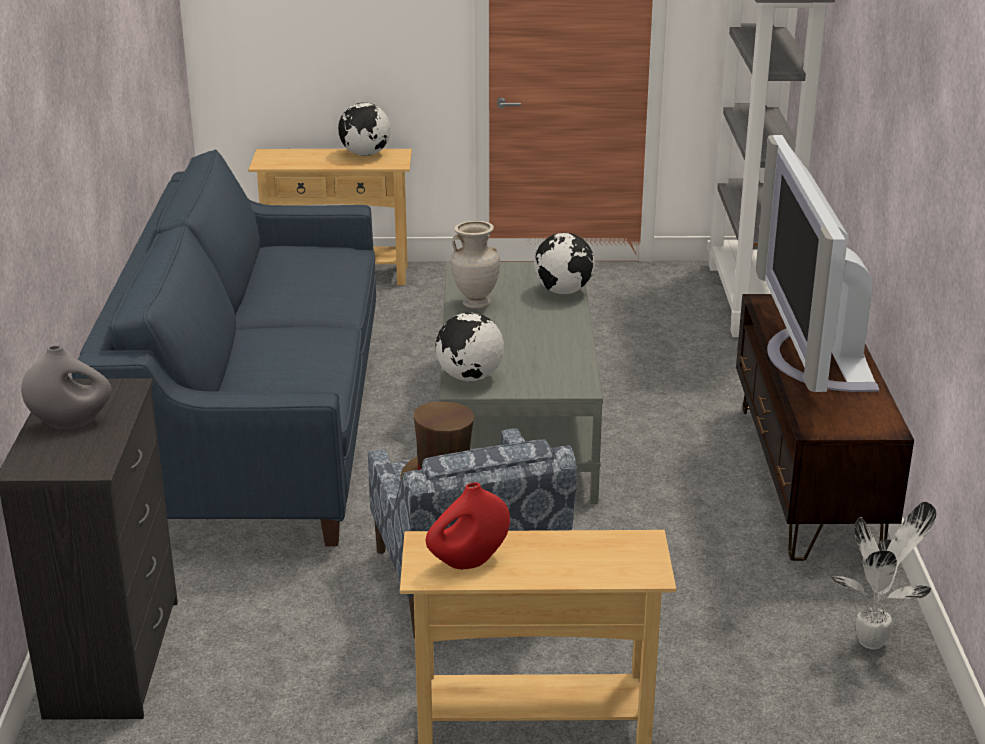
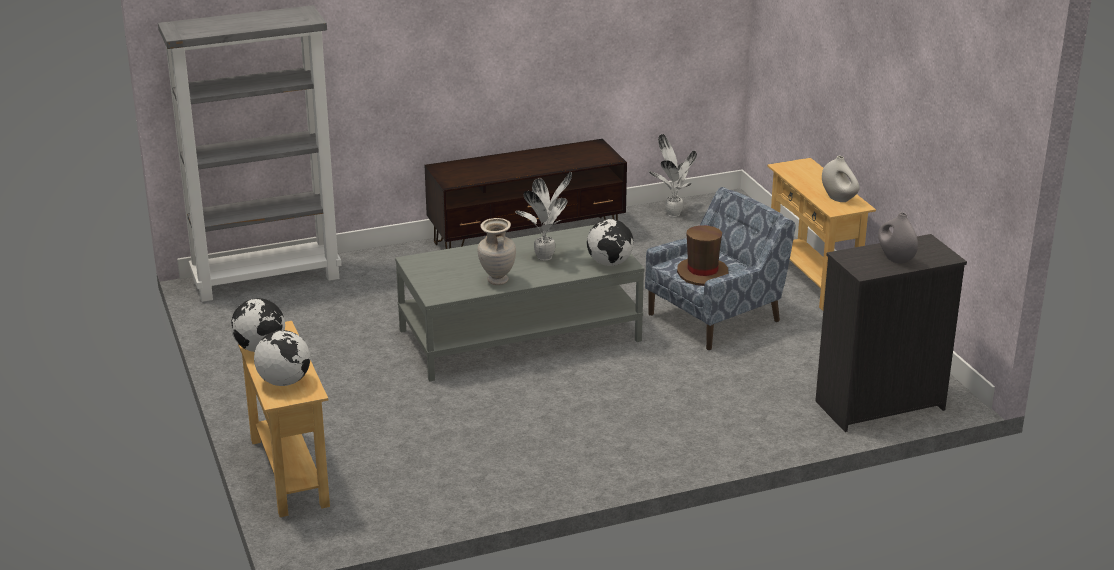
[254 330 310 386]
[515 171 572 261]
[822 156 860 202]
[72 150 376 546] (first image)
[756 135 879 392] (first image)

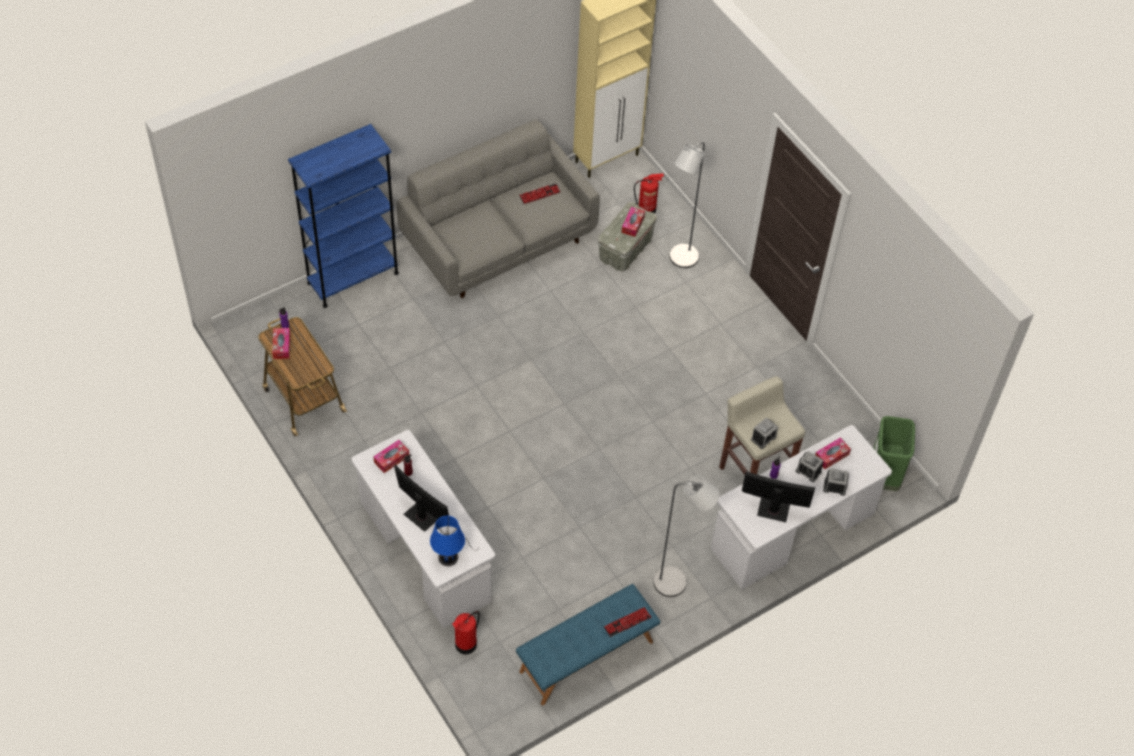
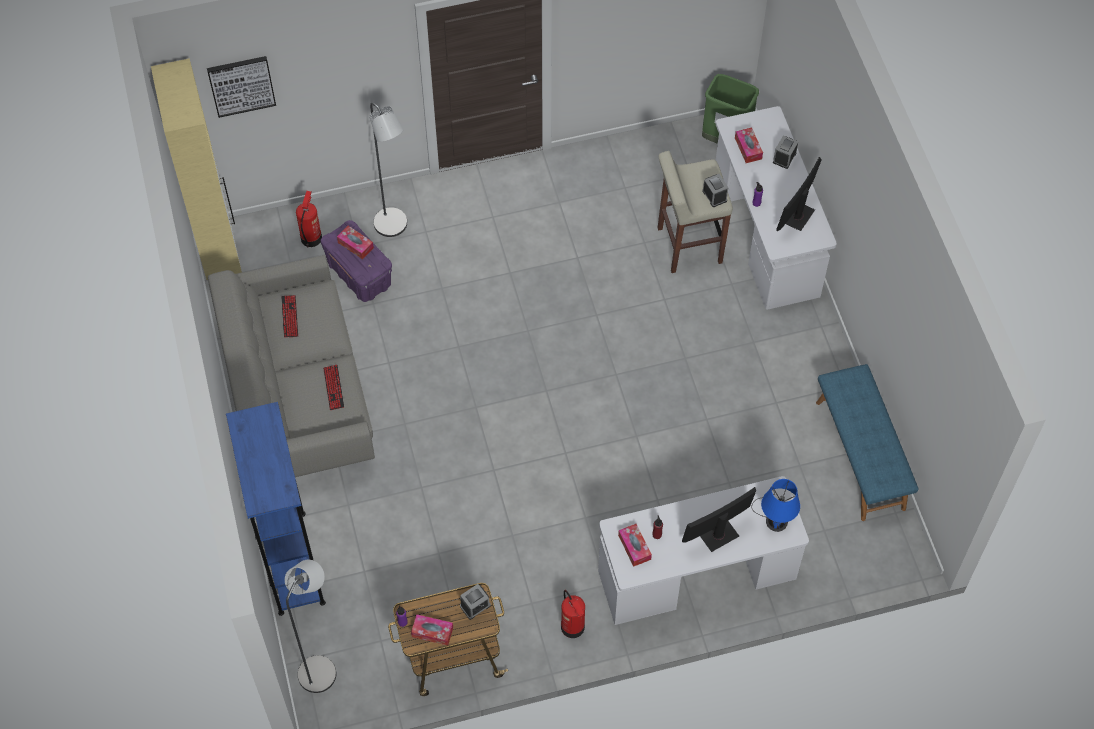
[207 56 276 118]
[285 560 336 693]
[321 220 392 302]
[323 365 344 410]
[460 584 491 620]
[561 590 585 638]

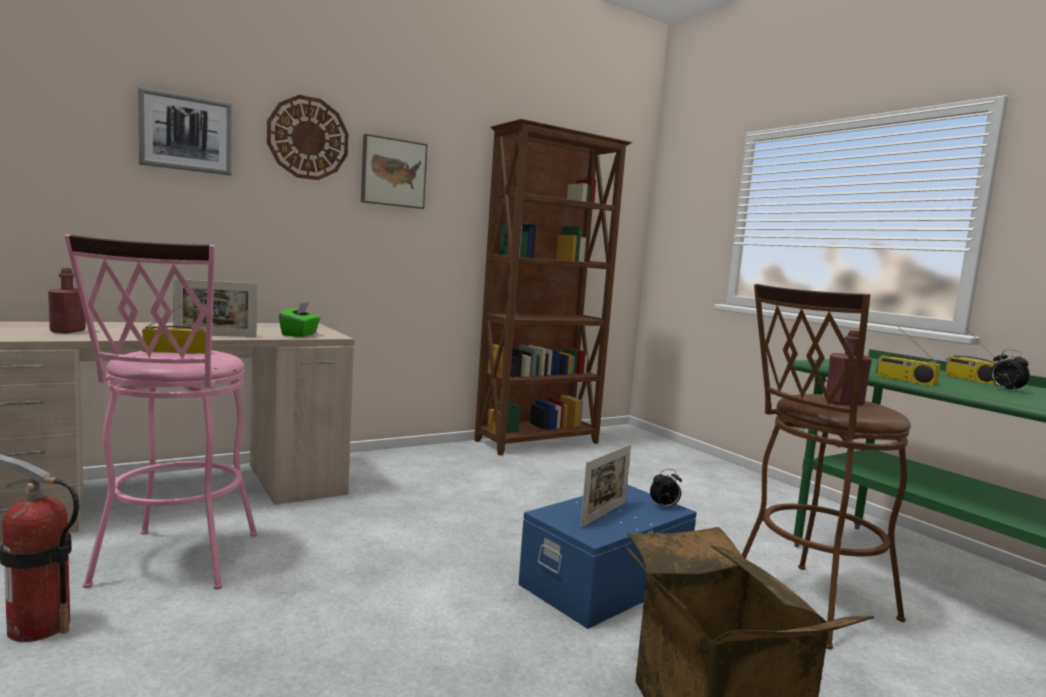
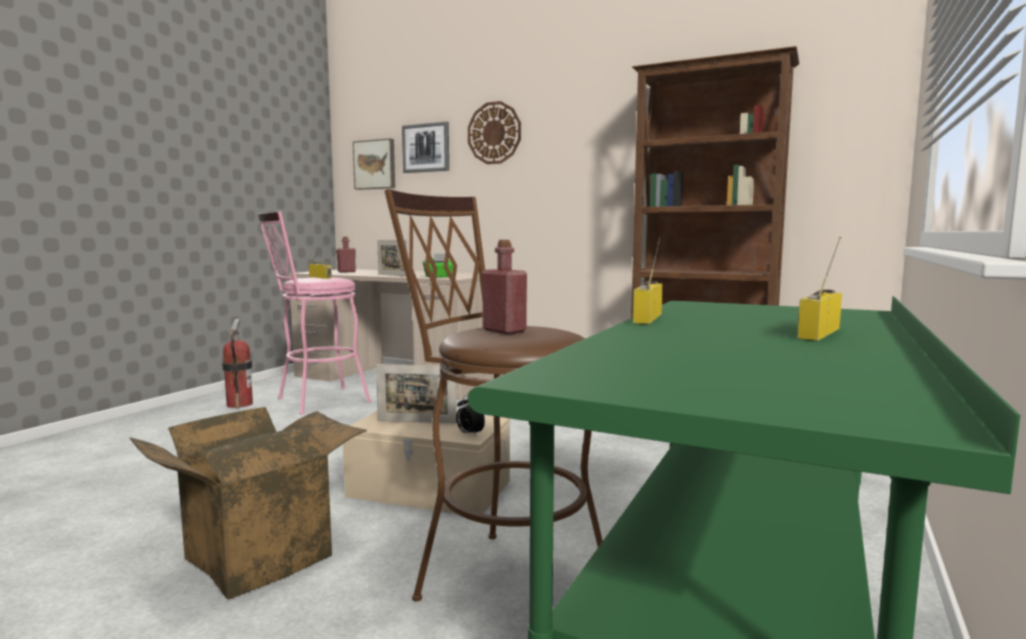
[343 411 510 514]
[353 138 395 190]
[991 349 1030 392] (first image)

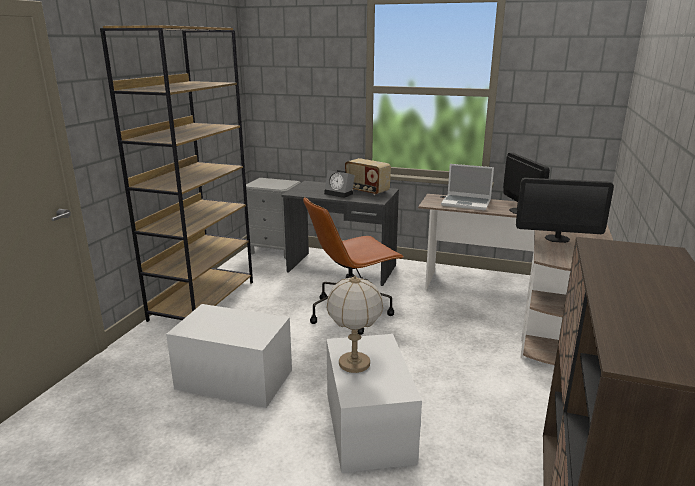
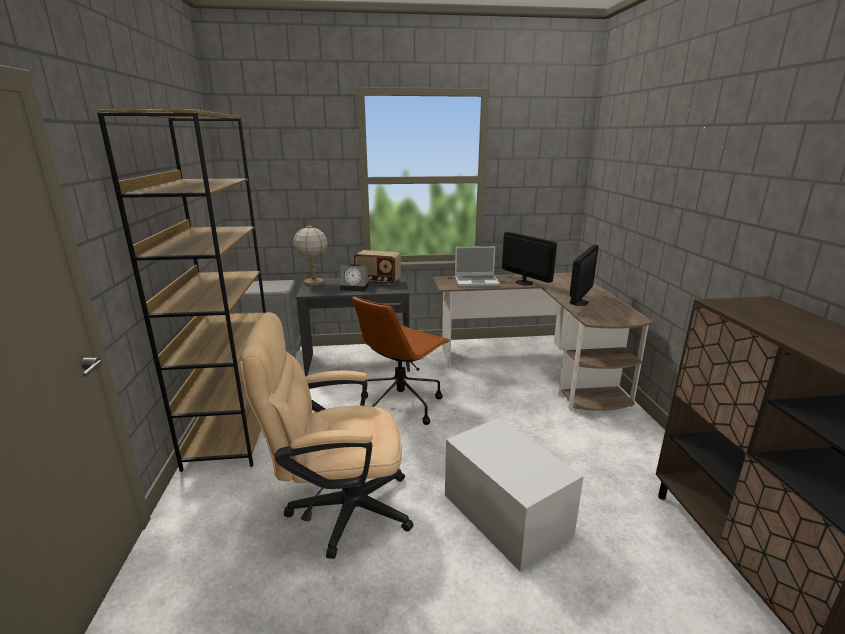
[240 312 414 559]
[294 224 328 286]
[569 245 599 306]

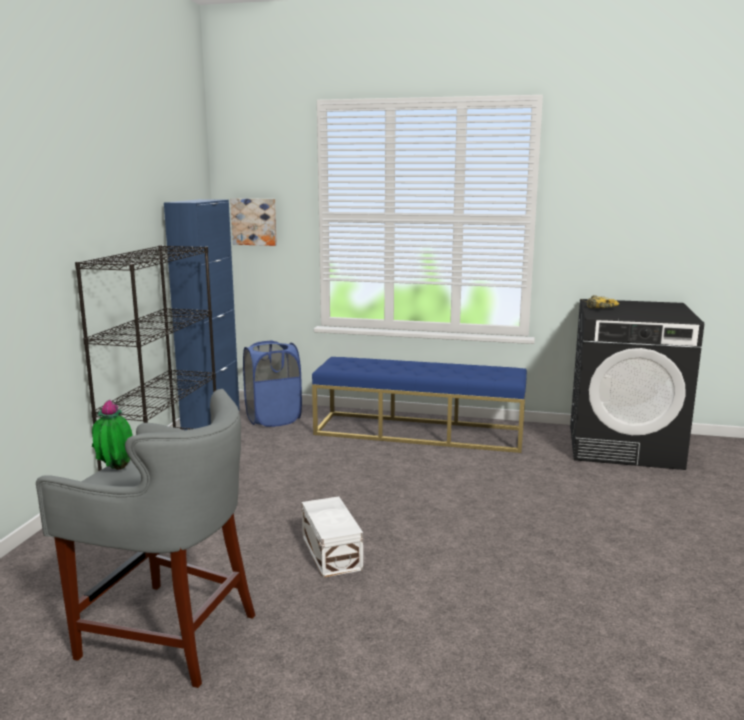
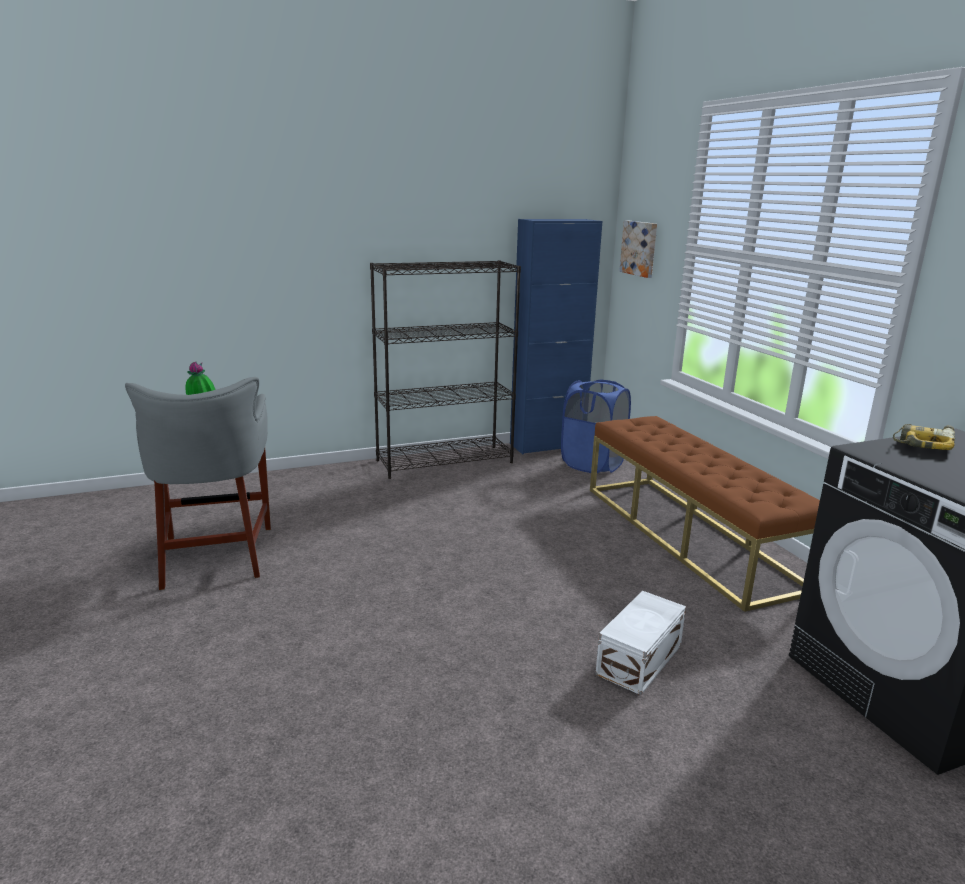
[590 416 820 612]
[595 591 686 695]

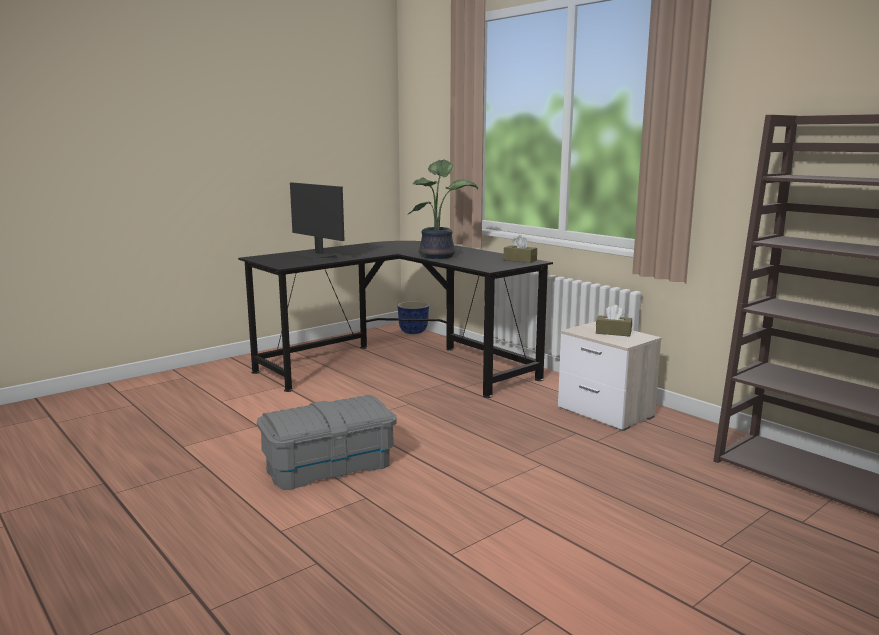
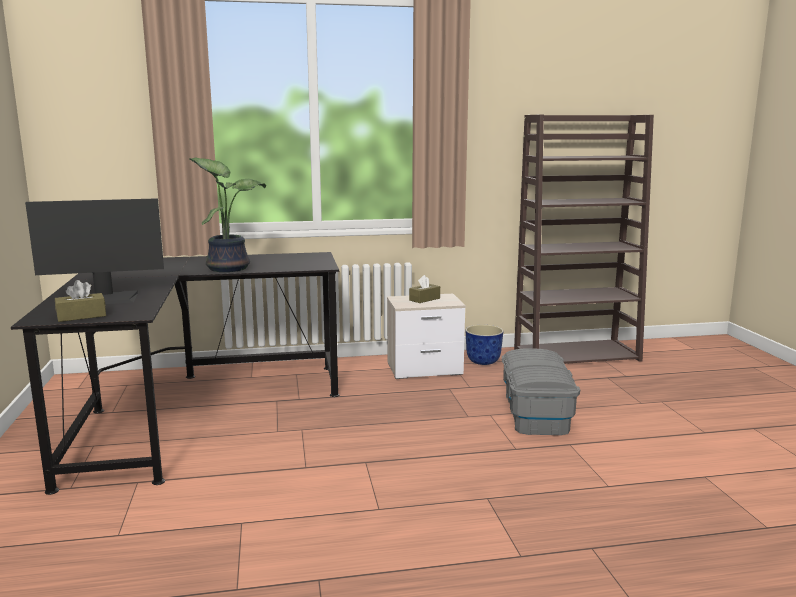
[55 280 106 322]
[465 325 504 365]
[502 348 580 435]

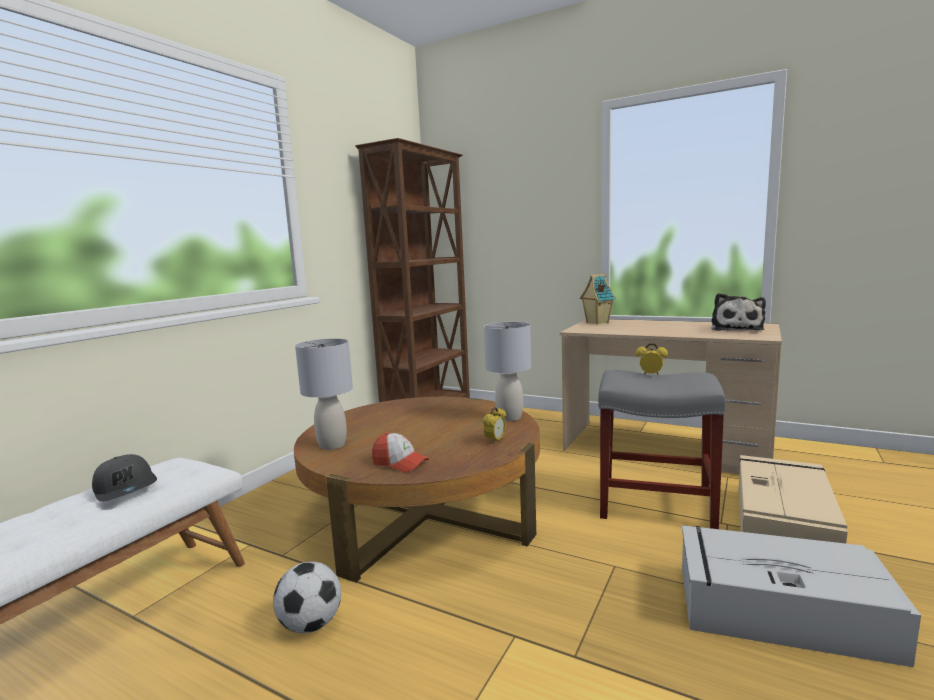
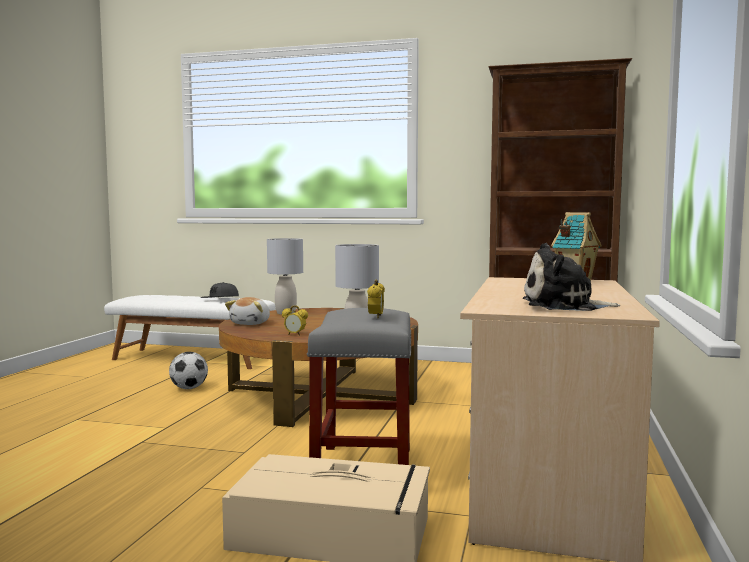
[225 297 270 325]
[682 525 921 667] (first image)

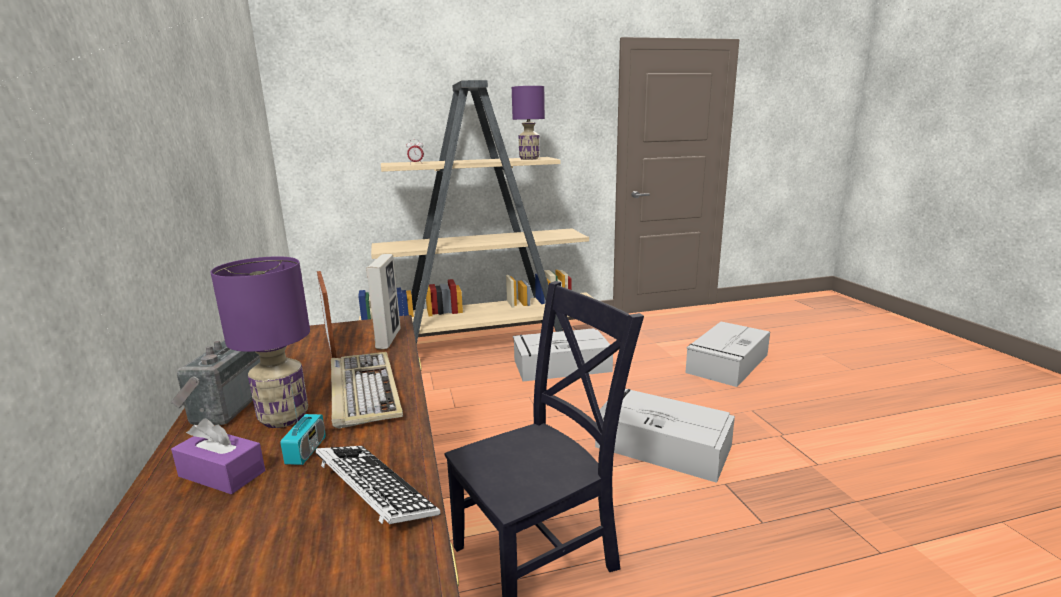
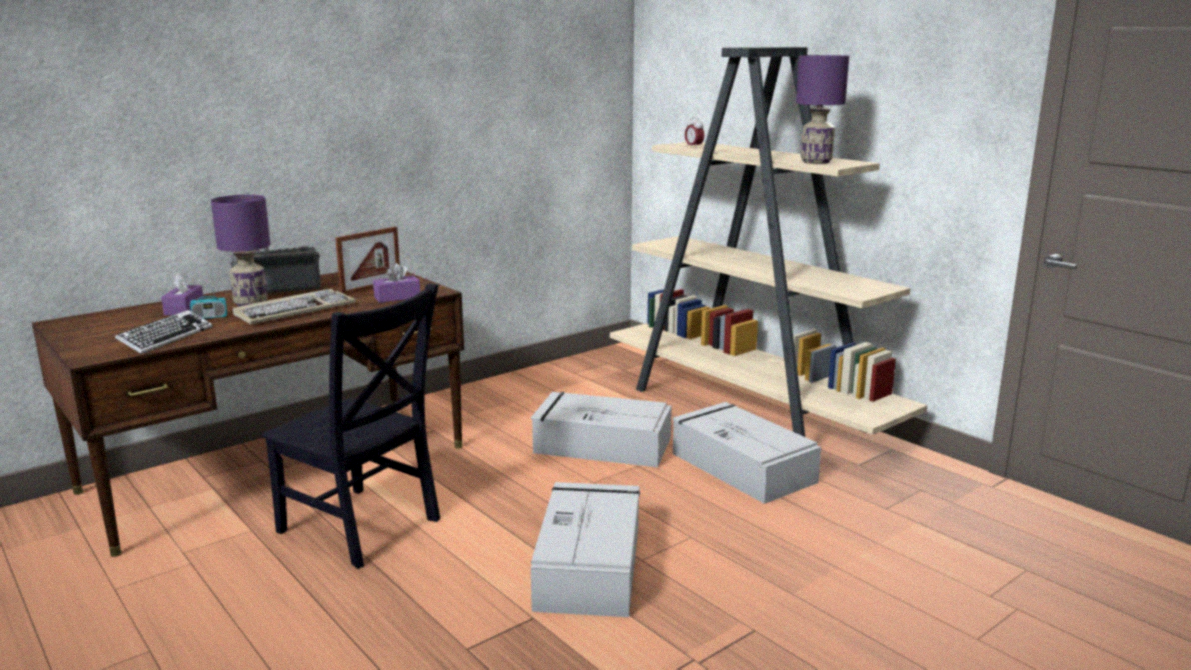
[373 263 420 303]
[531 392 672 467]

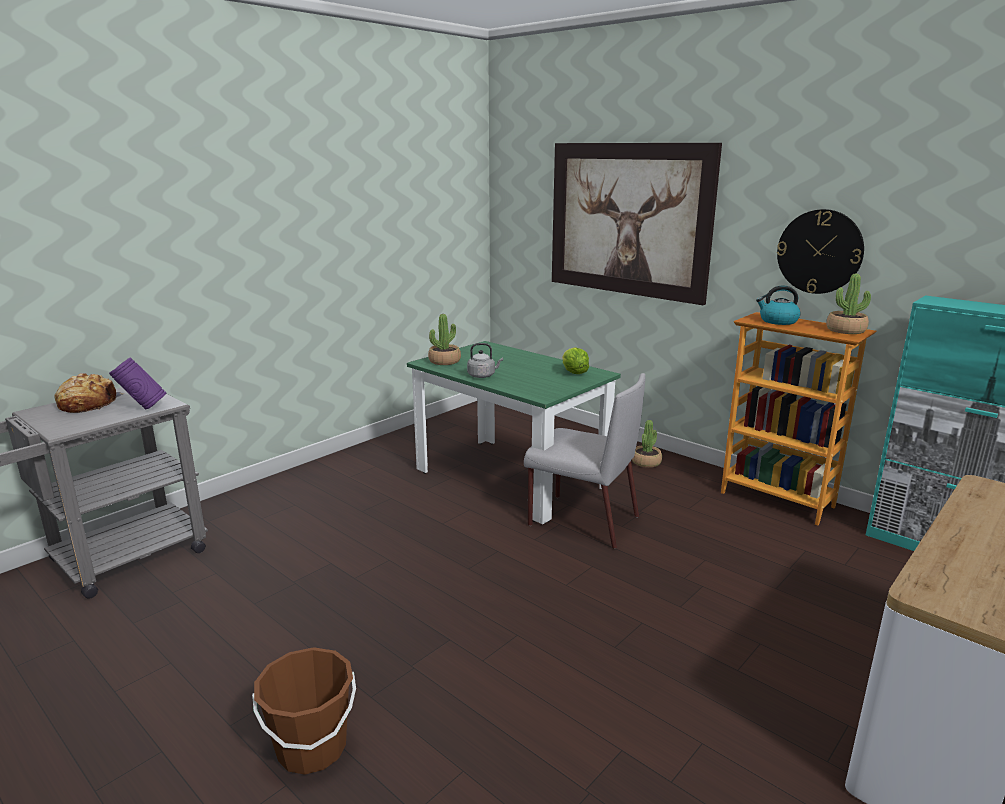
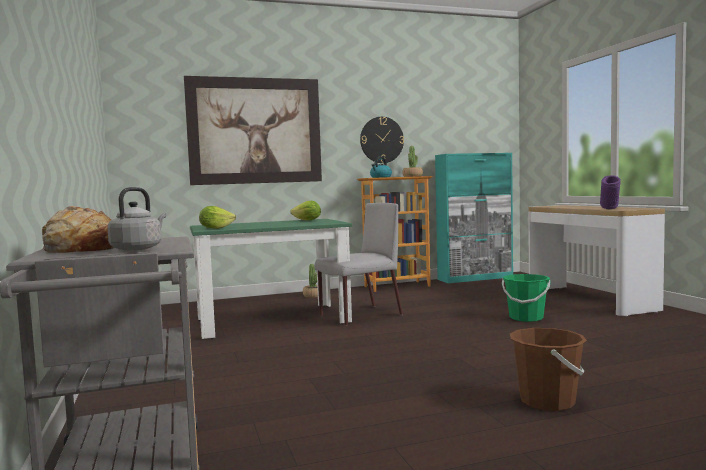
[107 187 166 251]
[199 206 236 229]
[502 274 550 322]
[600 175 621 209]

